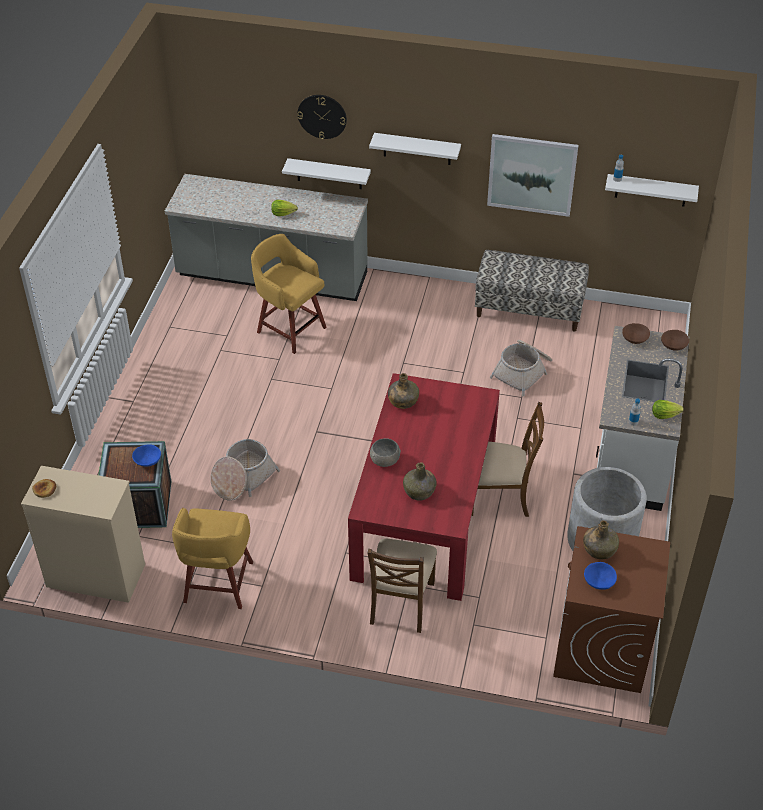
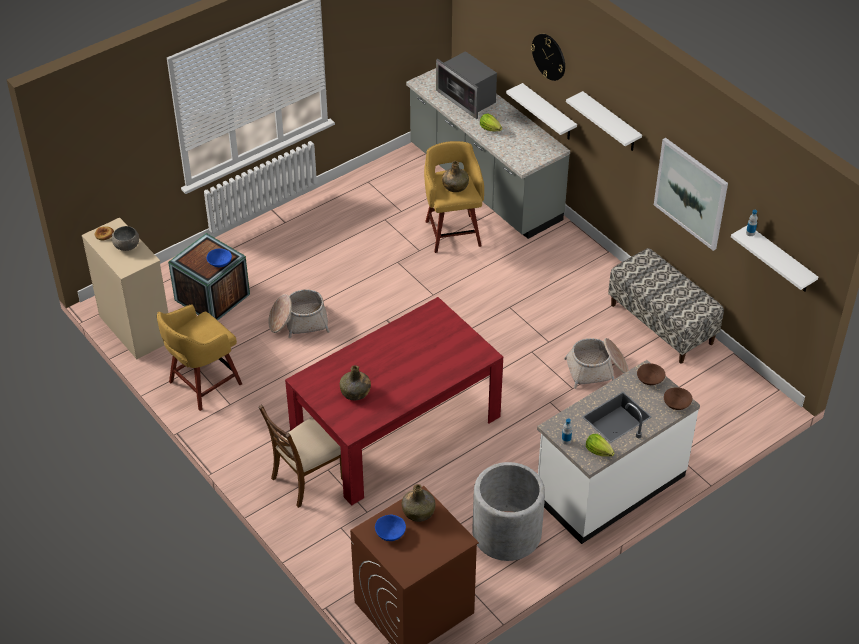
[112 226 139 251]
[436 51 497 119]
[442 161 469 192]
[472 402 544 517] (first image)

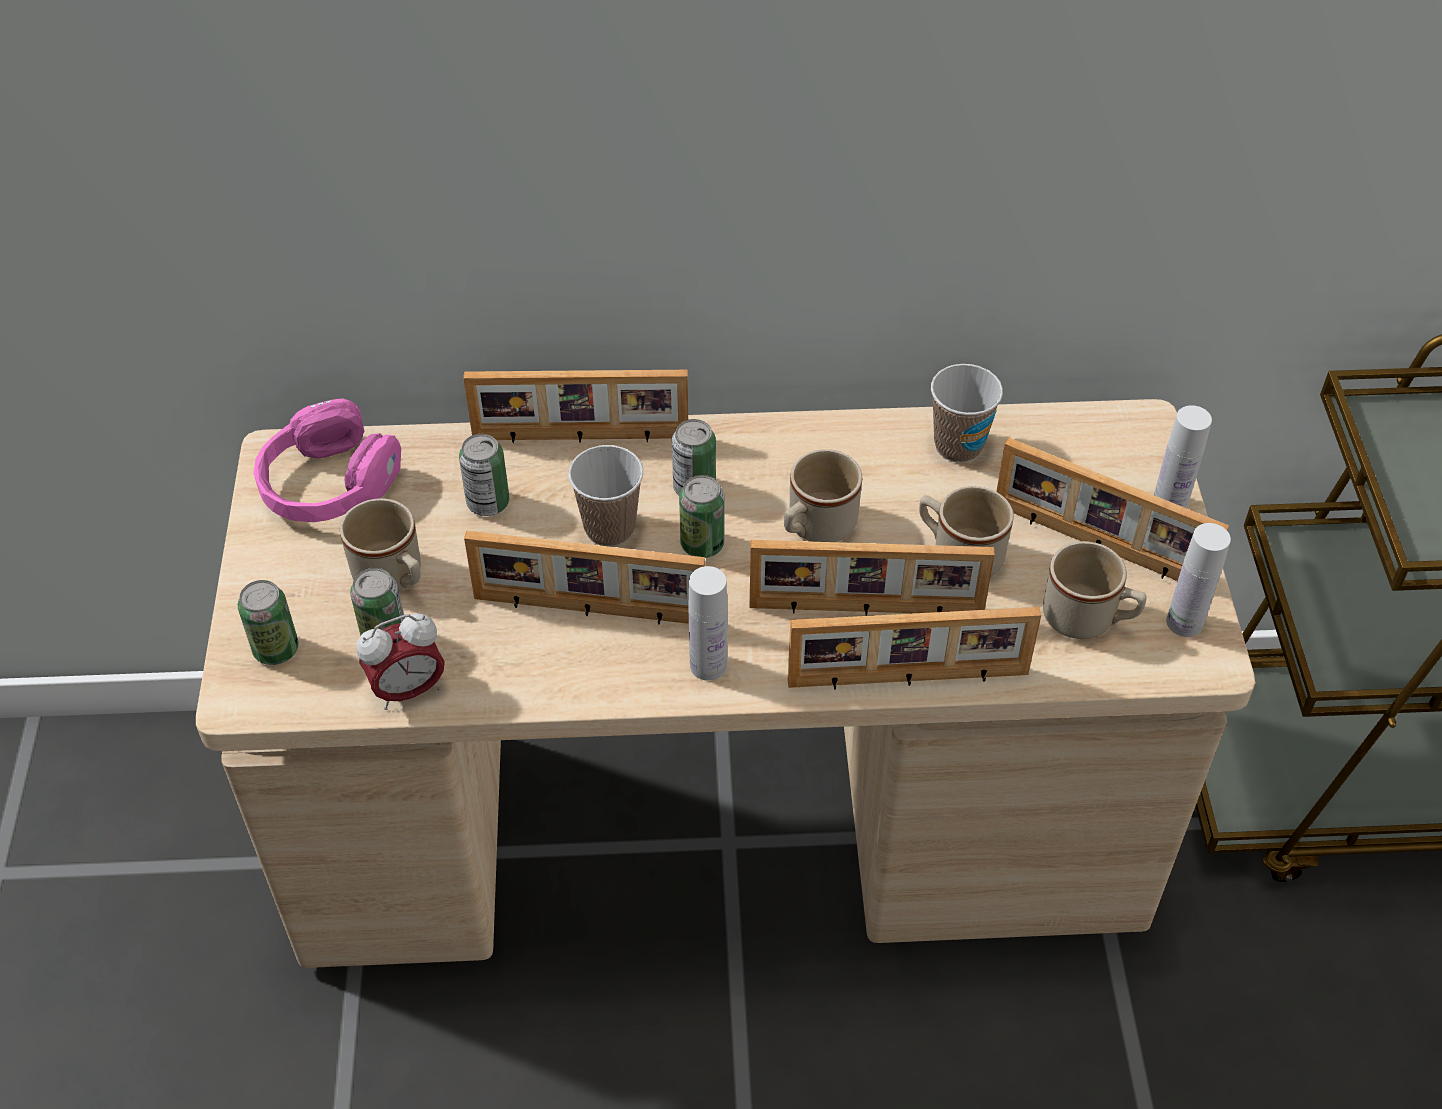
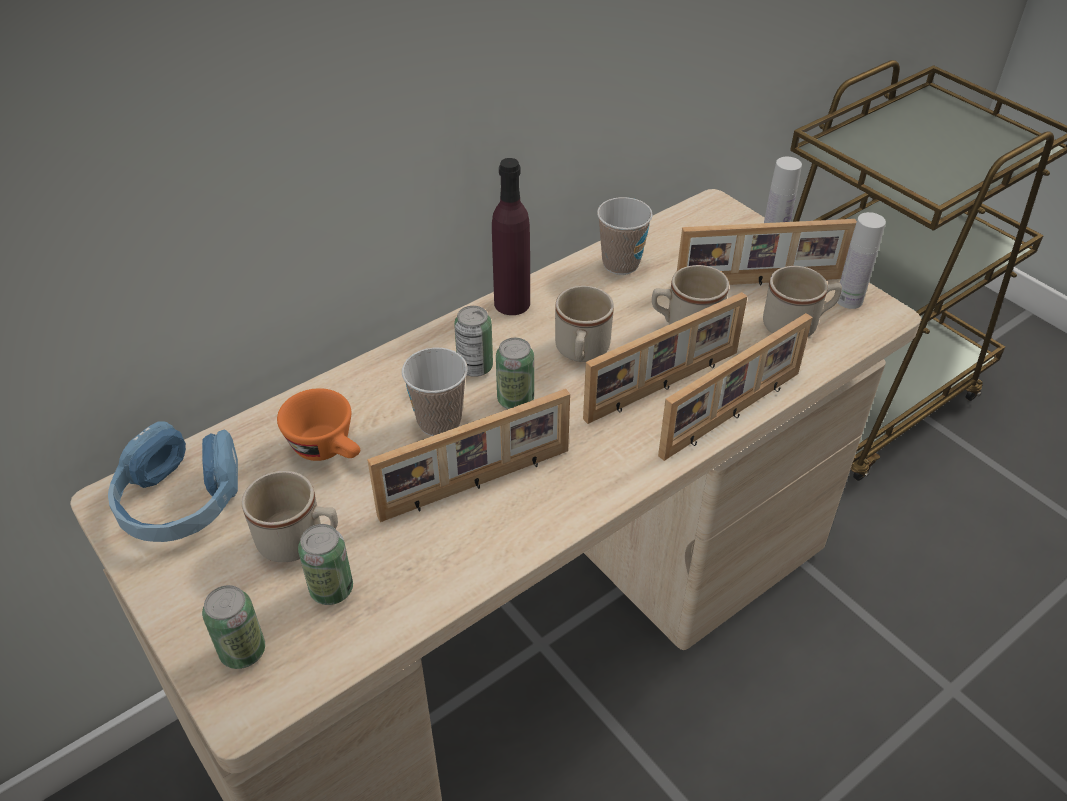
[108 421 238 542]
[277 388 360 461]
[492 158 530 315]
[356 613 445 710] (first image)
[463 370 688 443] (first image)
[688 566 728 681] (first image)

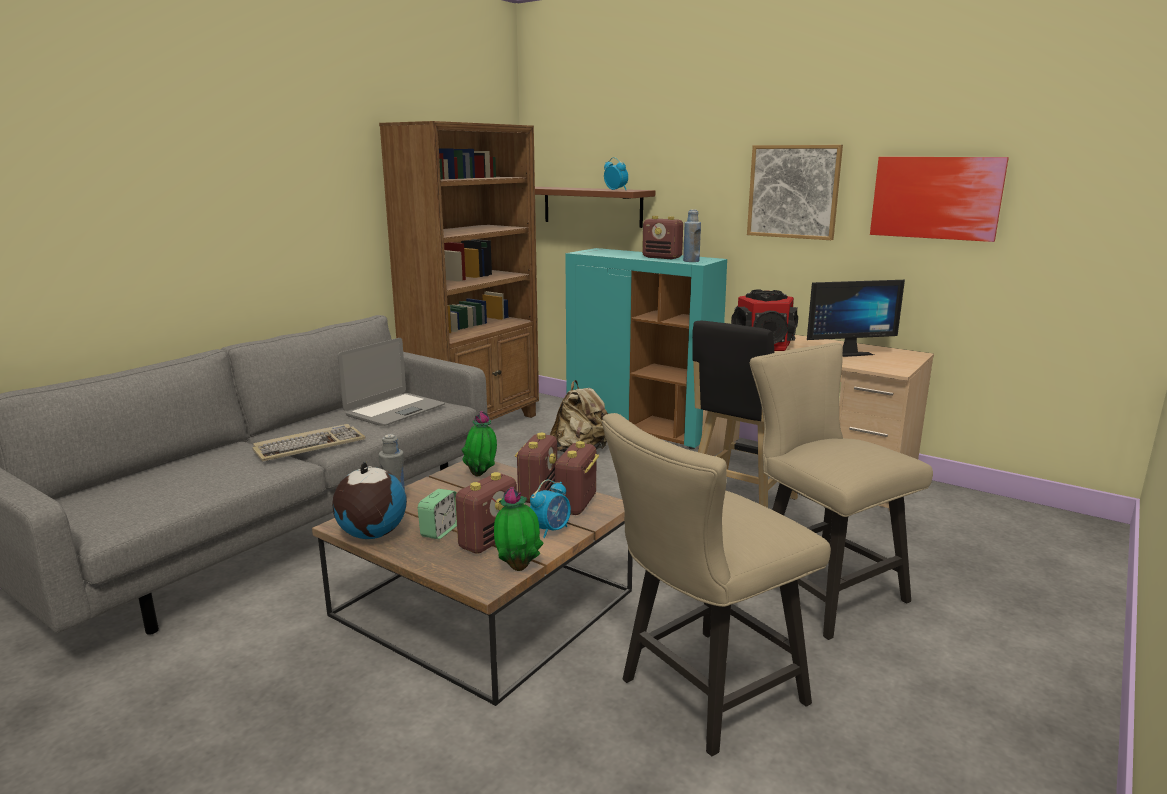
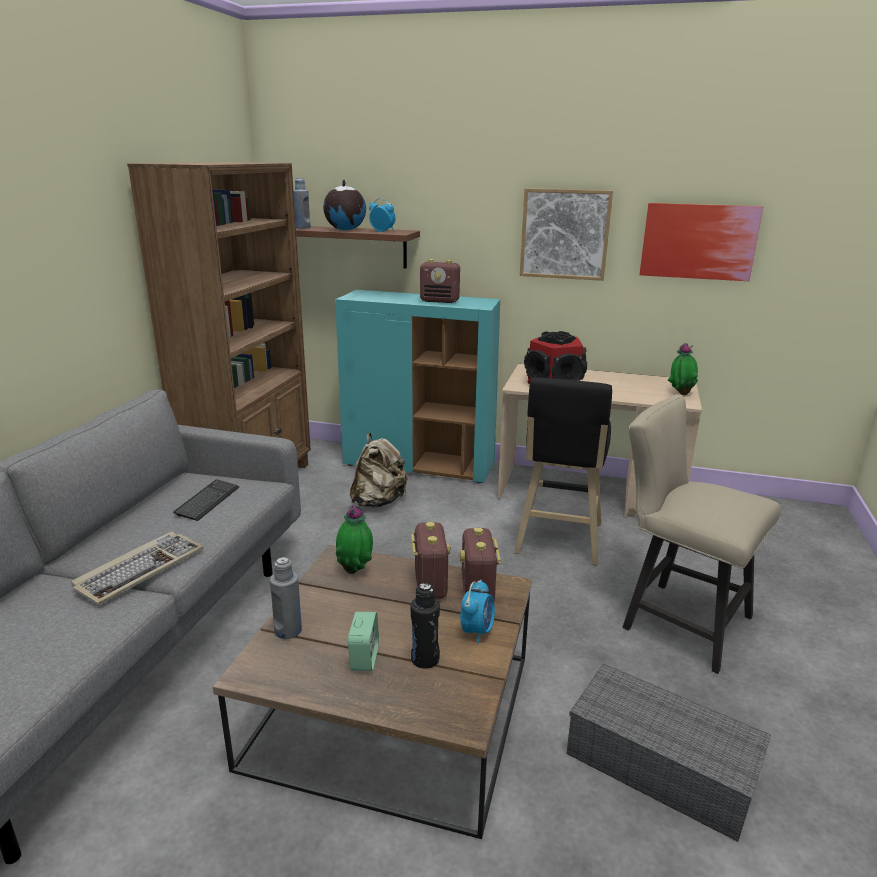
[173 479 239 521]
[294 178 311 229]
[323 179 366 231]
[411 583 440 669]
[566 663 771 842]
[668 343 698 395]
[807 280 905 357] (first image)

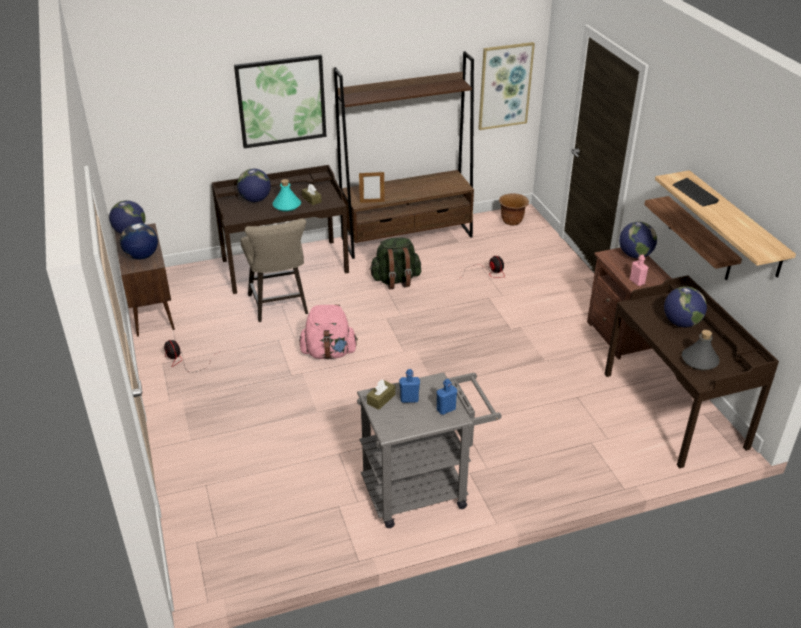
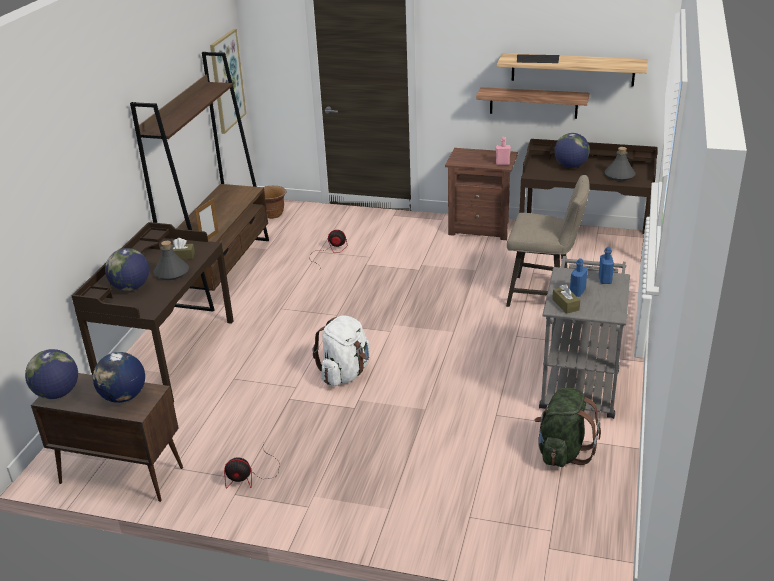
[153 241 189 280]
[312 316 370 386]
[506 175 590 307]
[535 388 601 467]
[234 54 327 149] (first image)
[619 222 657 258] (first image)

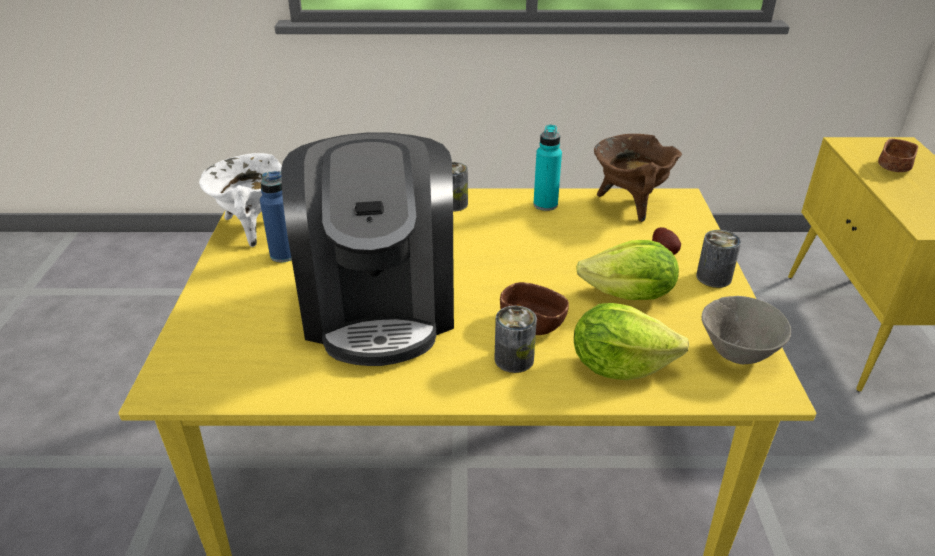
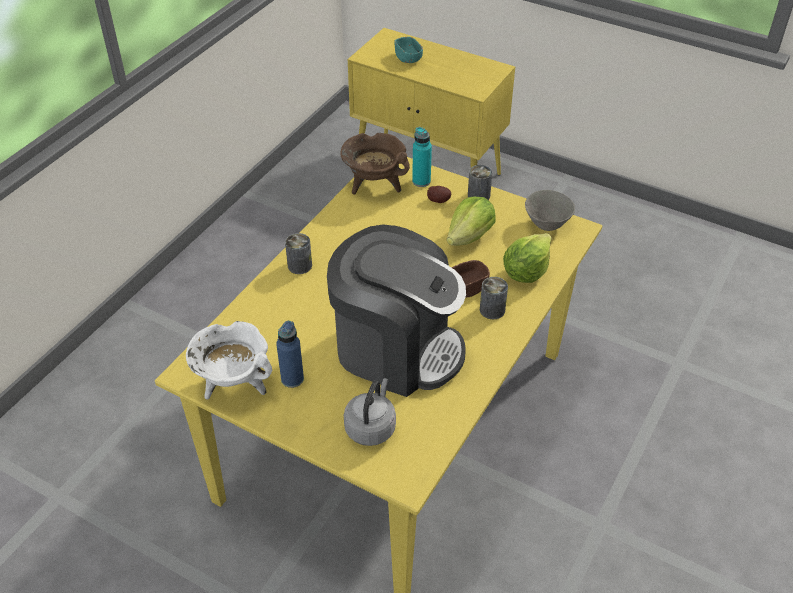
[344 378 396 446]
[394 37 423 63]
[412 127 432 187]

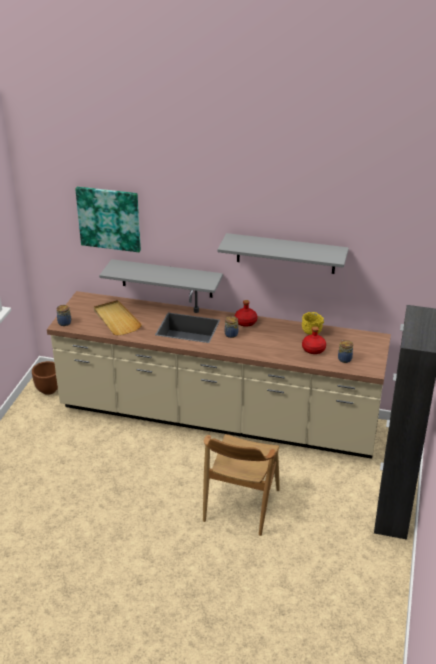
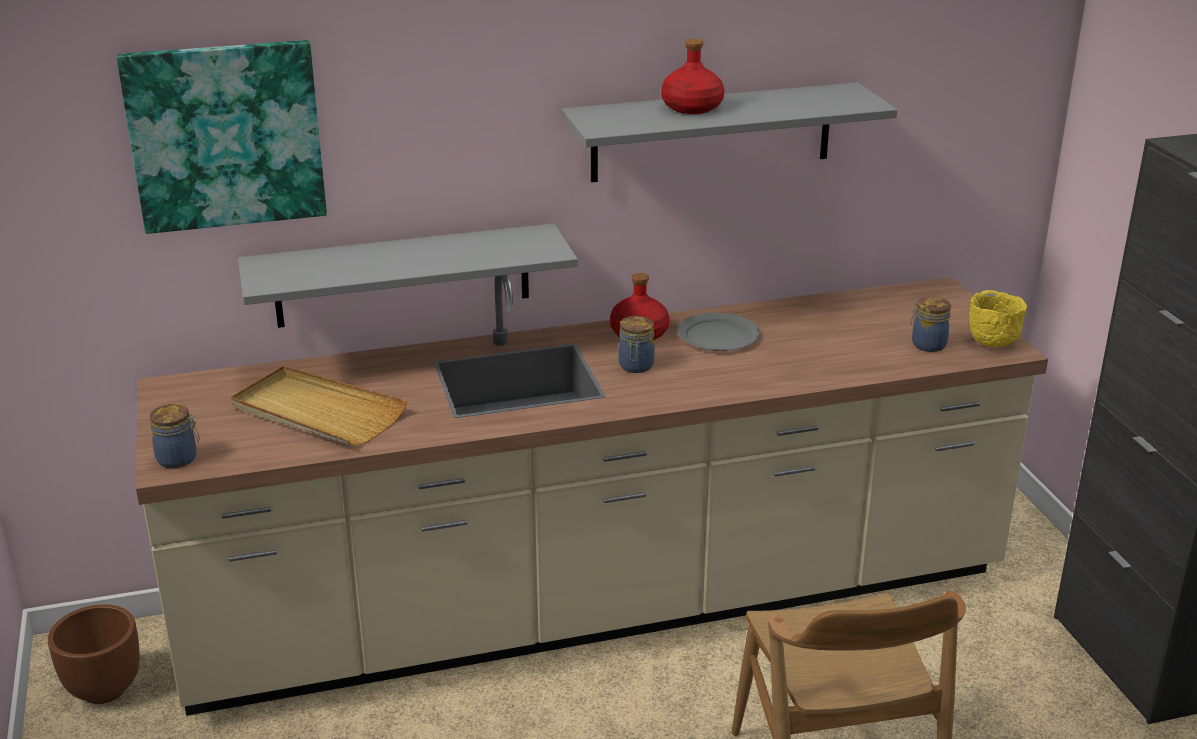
[661 39 725 114]
[678 313 760 351]
[969 290 1027 347]

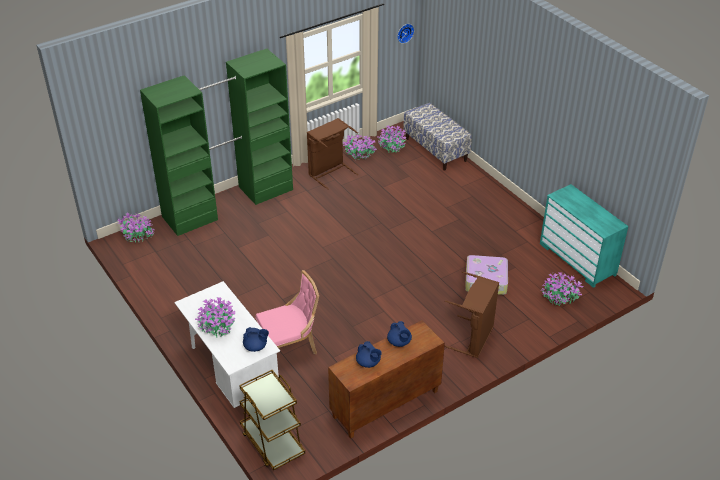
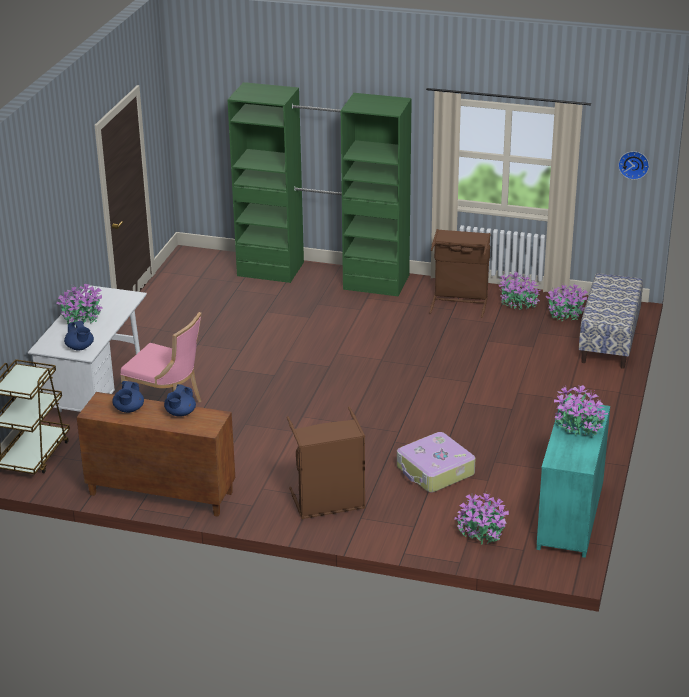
[554 385 608 436]

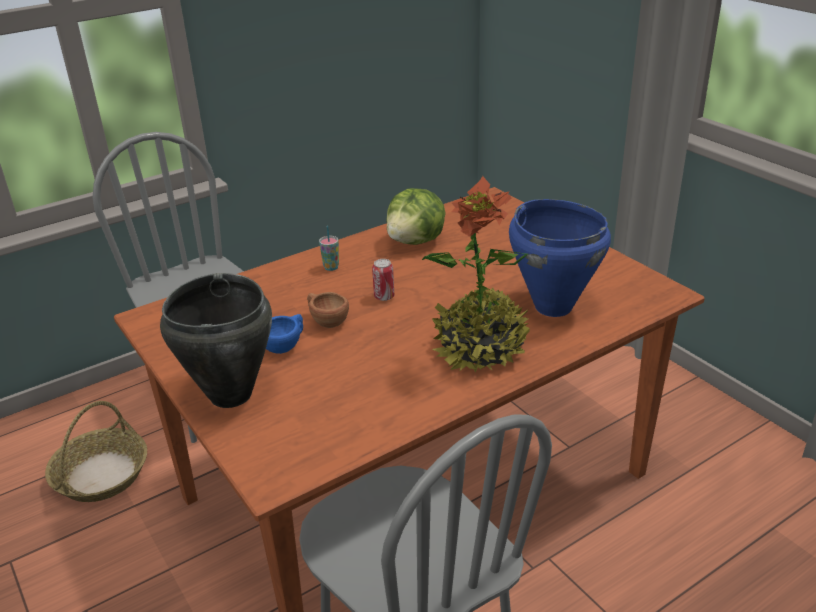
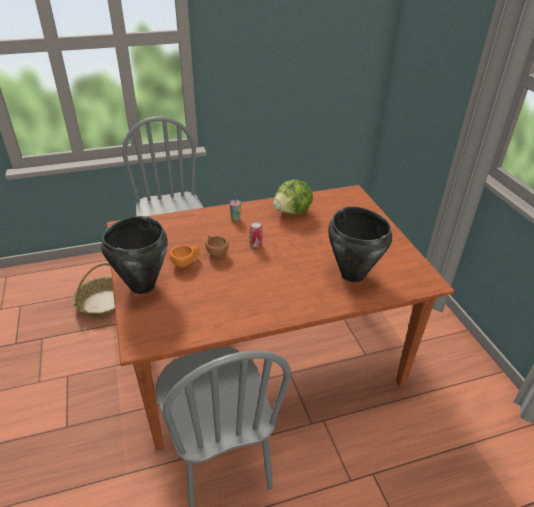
[170 245 200 267]
[328 207 392 282]
[422 176 530 373] (first image)

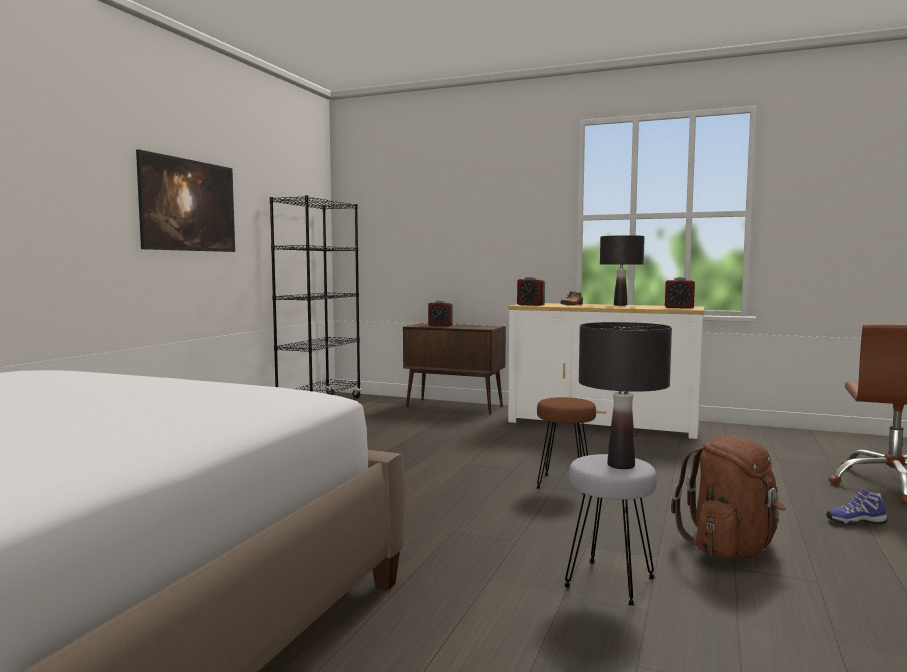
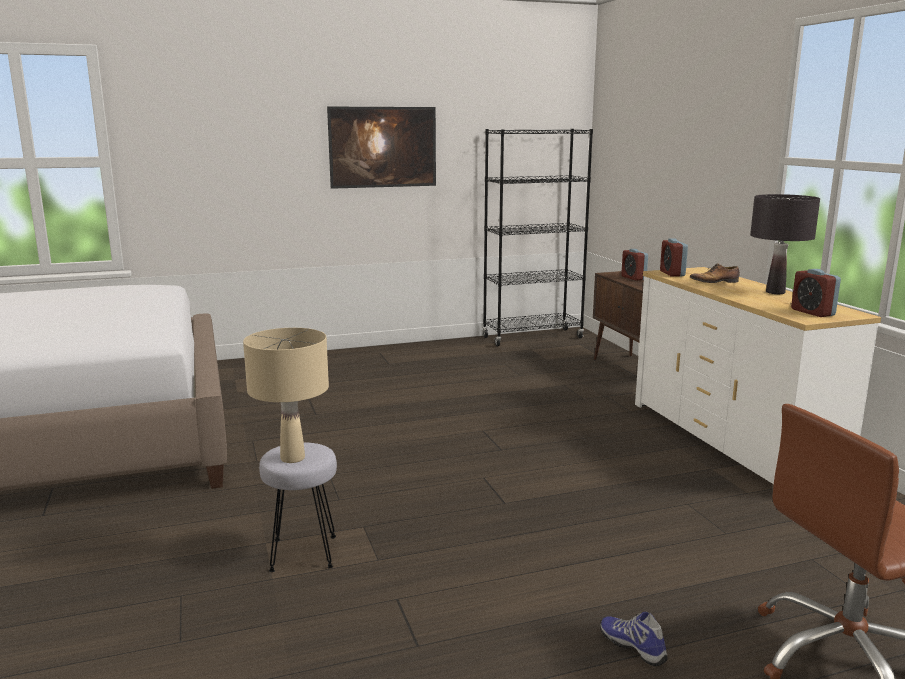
[243 328 329 463]
[537 397 596 494] (first image)
[671 436 786 558] (first image)

